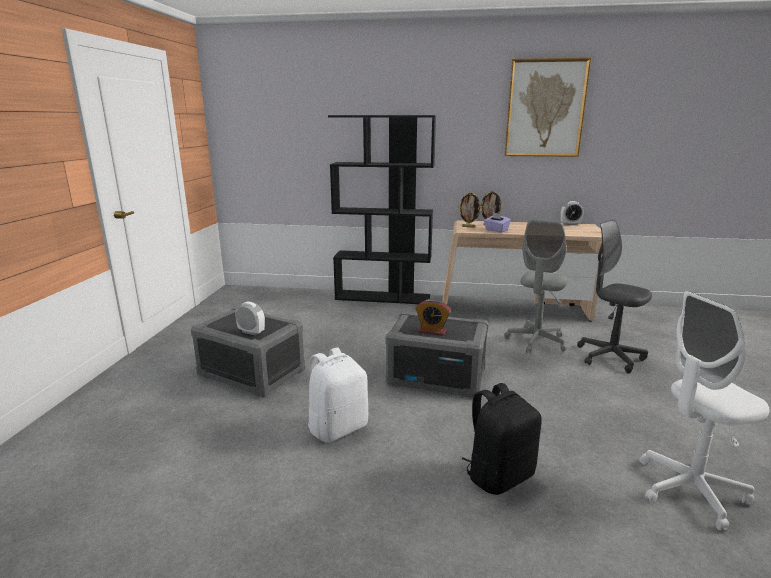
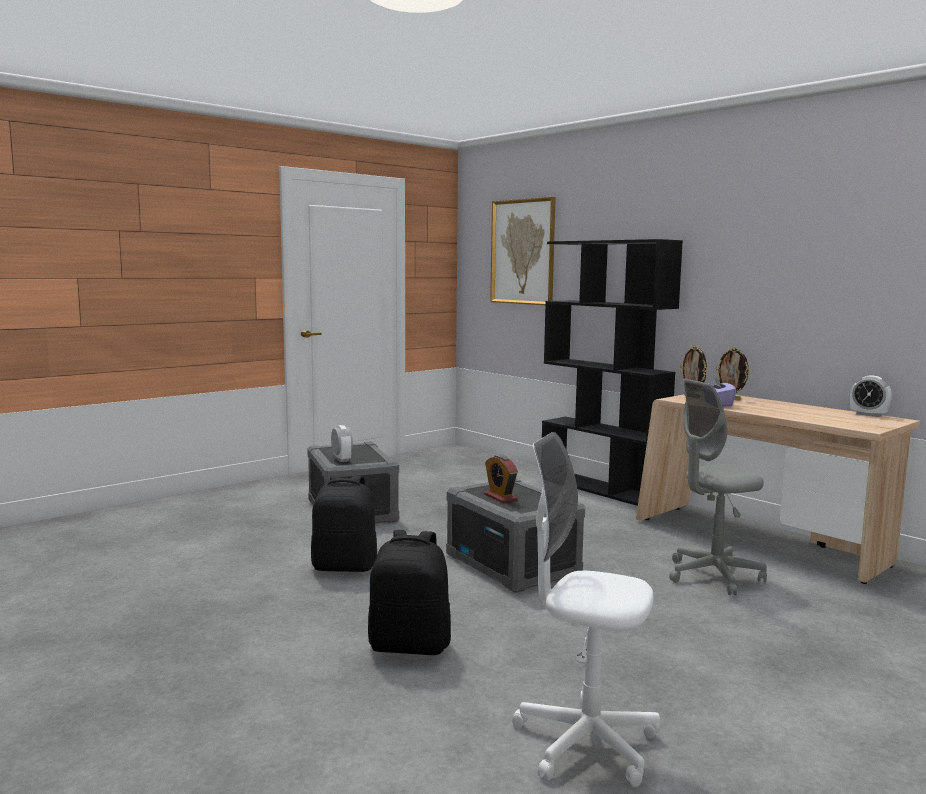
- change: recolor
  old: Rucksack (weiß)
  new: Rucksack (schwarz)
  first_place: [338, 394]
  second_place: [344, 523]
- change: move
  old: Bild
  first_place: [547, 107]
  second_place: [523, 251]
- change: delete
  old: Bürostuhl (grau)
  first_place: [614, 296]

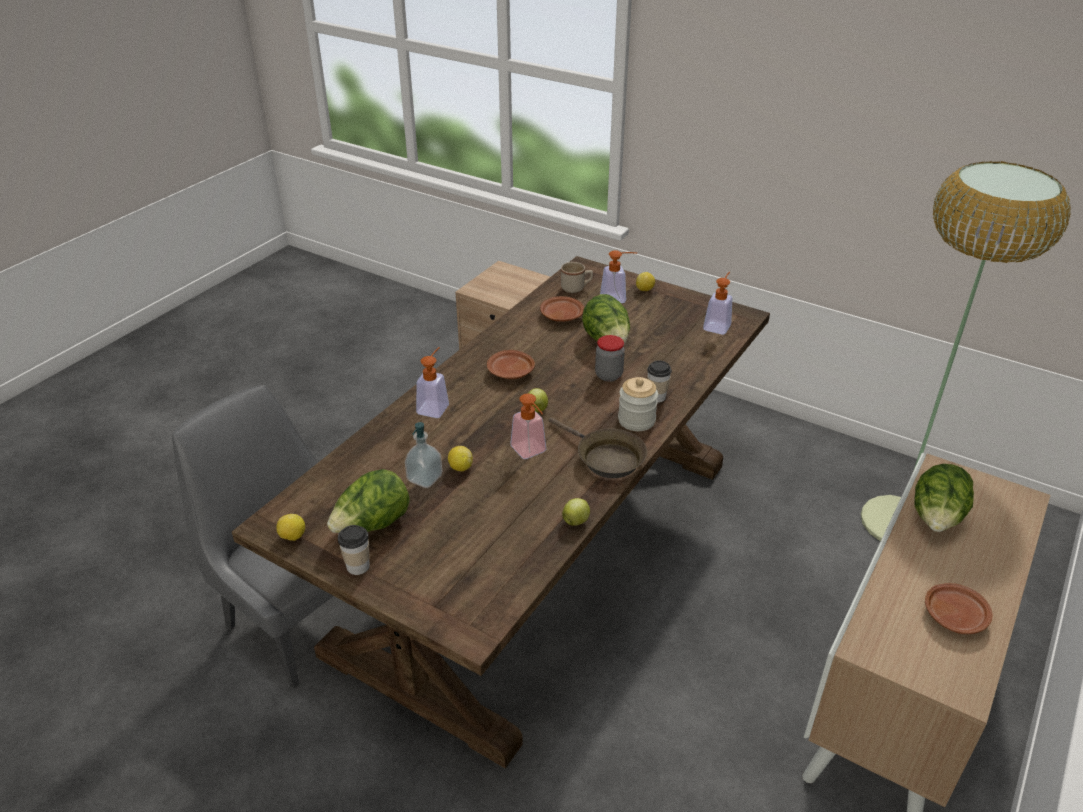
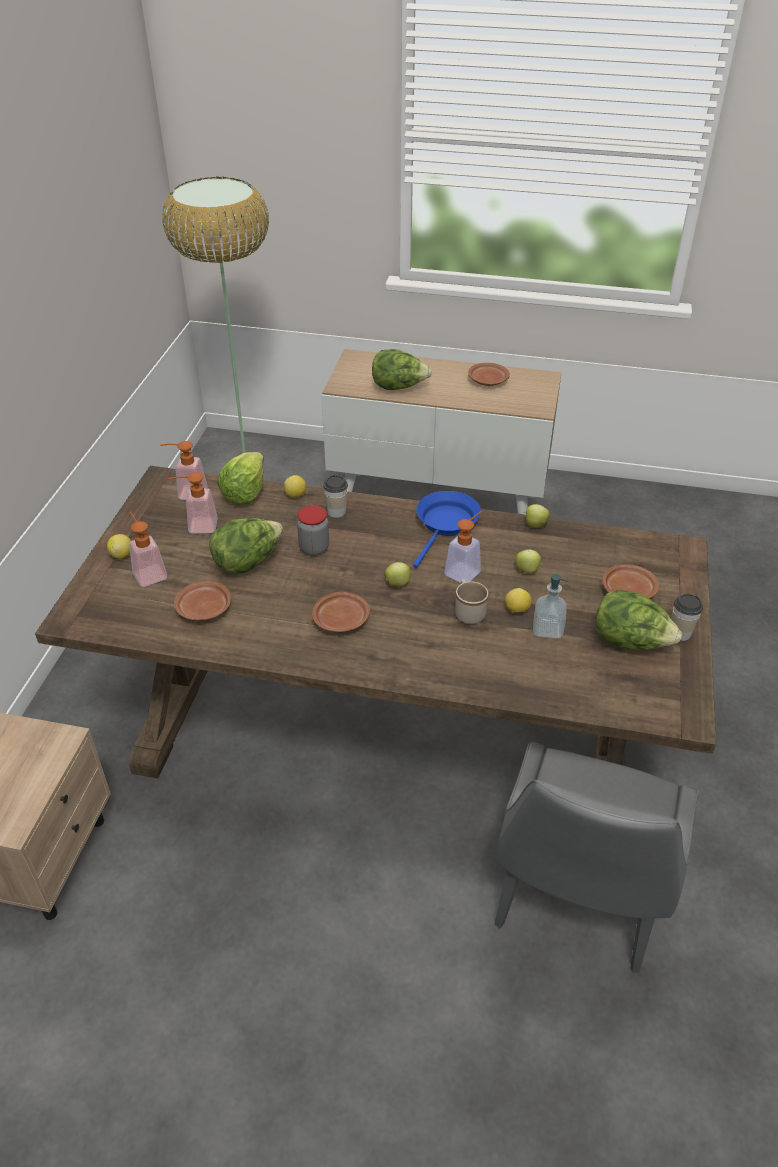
- change: move
  old: Seifenspender
  first_place: [432, 382]
  second_place: [193, 502]
- change: insert
  new: Salatkopf
  second_place: [240, 478]
- change: move
  old: Zitrone
  first_place: [290, 527]
  second_place: [295, 486]
- change: recolor
  old: Pfanne (braun)
  new: Pfanne (blau)
  first_place: [598, 448]
  second_place: [447, 529]
- change: move
  old: Henkelbecher (beige)
  first_place: [577, 277]
  second_place: [472, 601]
- change: insert
  new: Apfel
  second_place: [529, 561]
- change: insert
  new: Teller (braun)
  second_place: [630, 581]
- change: delete
  old: Vorratsglas
  first_place: [638, 404]

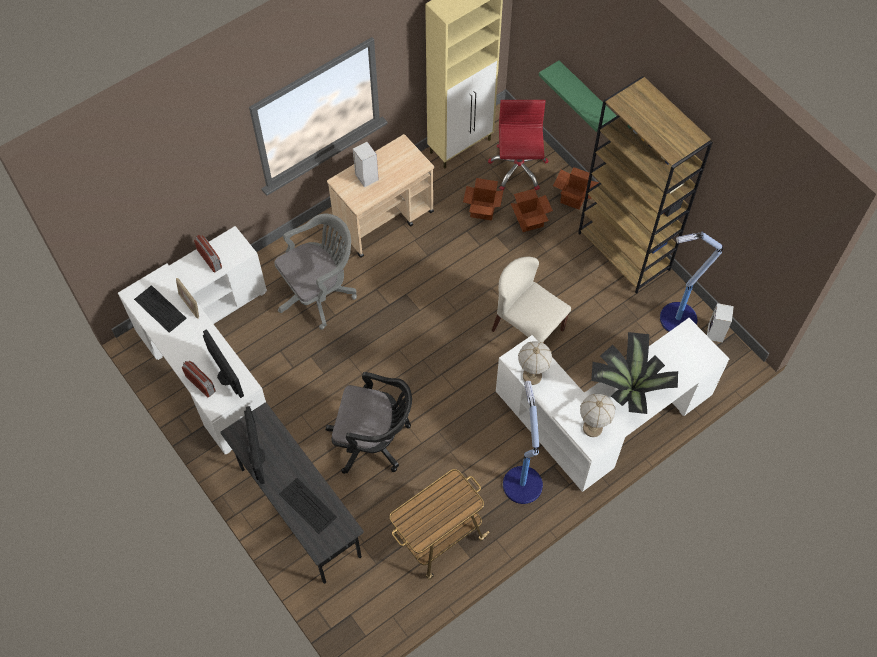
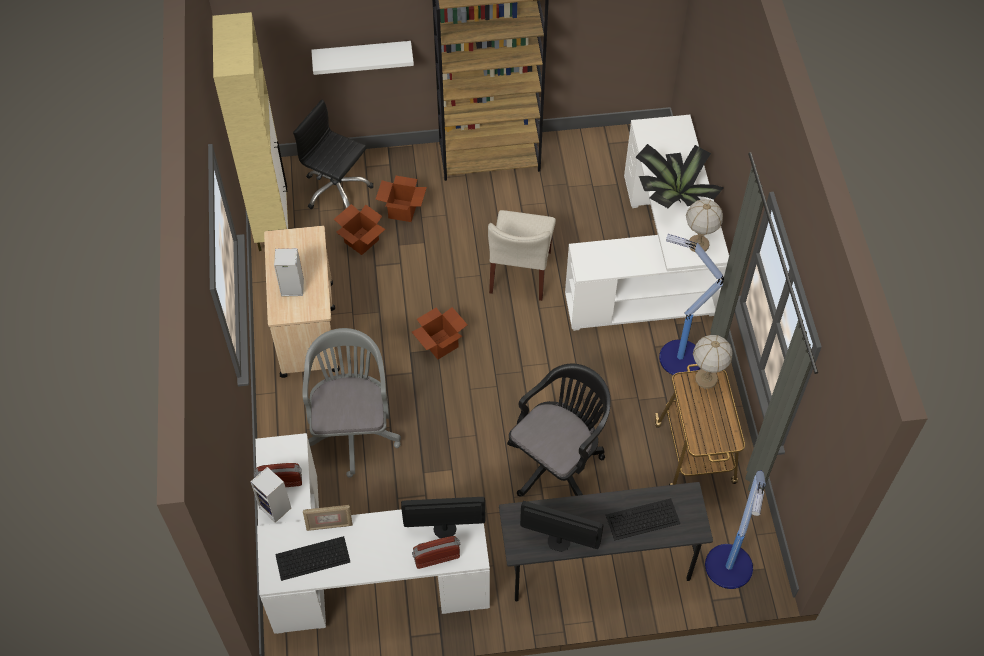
- change: move
  old: Lautsprecher
  first_place: [720, 323]
  second_place: [271, 495]
- change: recolor
  old: Bürostuhl (rot)
  new: Bürostuhl (schwarz)
  first_place: [518, 145]
  second_place: [333, 154]
- change: recolor
  old: Wandregal (grün)
  new: Wandregal (weiß)
  first_place: [578, 96]
  second_place: [362, 58]
- change: move
  old: Karton
  first_place: [576, 188]
  second_place: [439, 333]
- change: rotate
  old: Stuhl (beige)
  first_place: [531, 300]
  second_place: [522, 255]
  degrees: -60
- change: move
  old: Tischlampe
  first_place: [535, 363]
  second_place: [712, 362]
- change: move
  old: Stehlampe
  first_place: [691, 282]
  second_place: [735, 529]

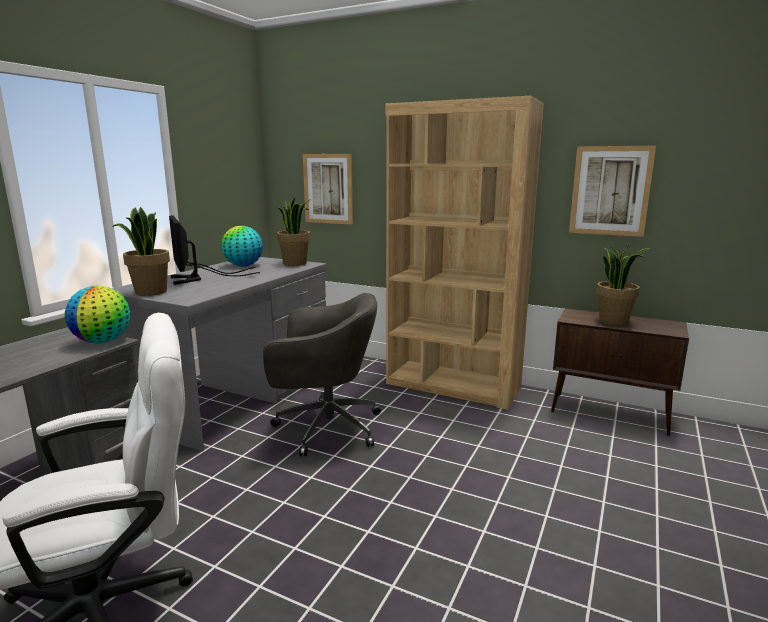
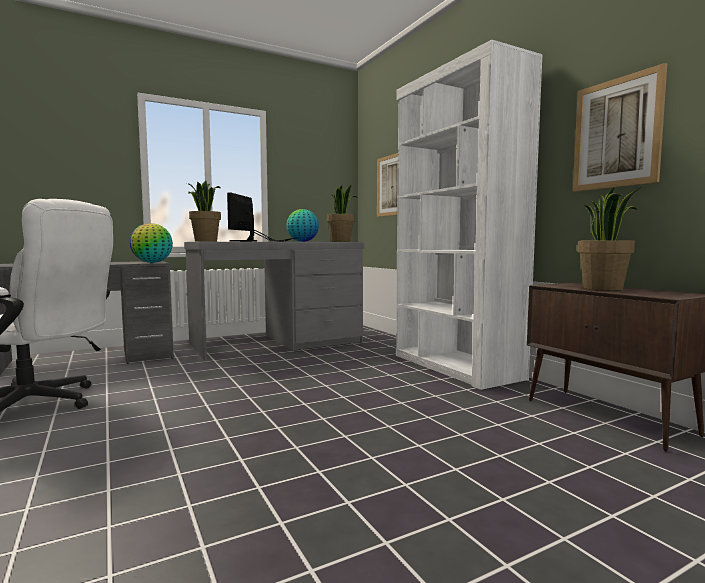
- change: recolor
  old: Bücherregal (braun)
  new: Bücherregal (weiß)
  first_place: [464, 253]
  second_place: [469, 215]
- change: delete
  old: Bürostuhl (grau)
  first_place: [322, 374]

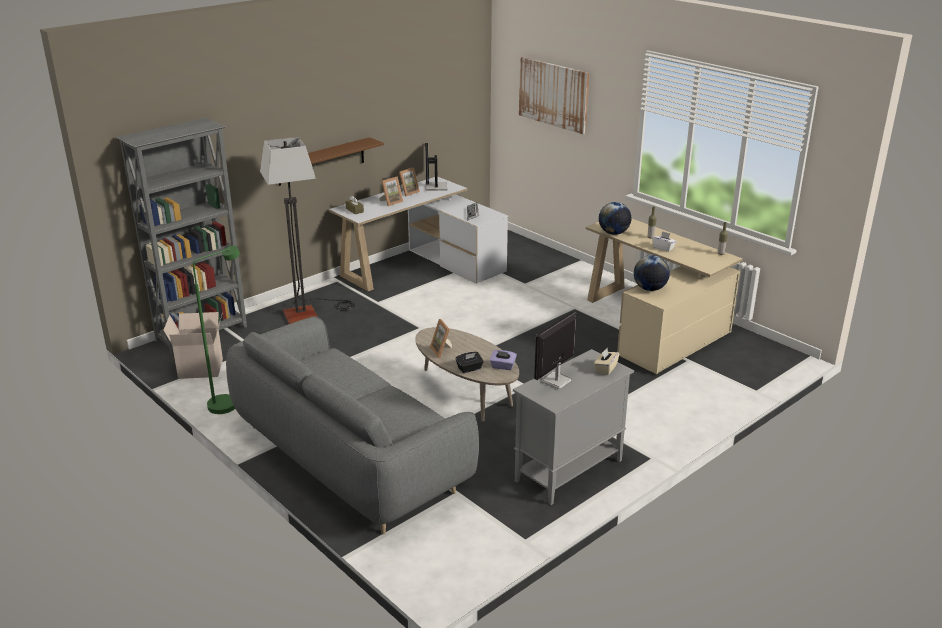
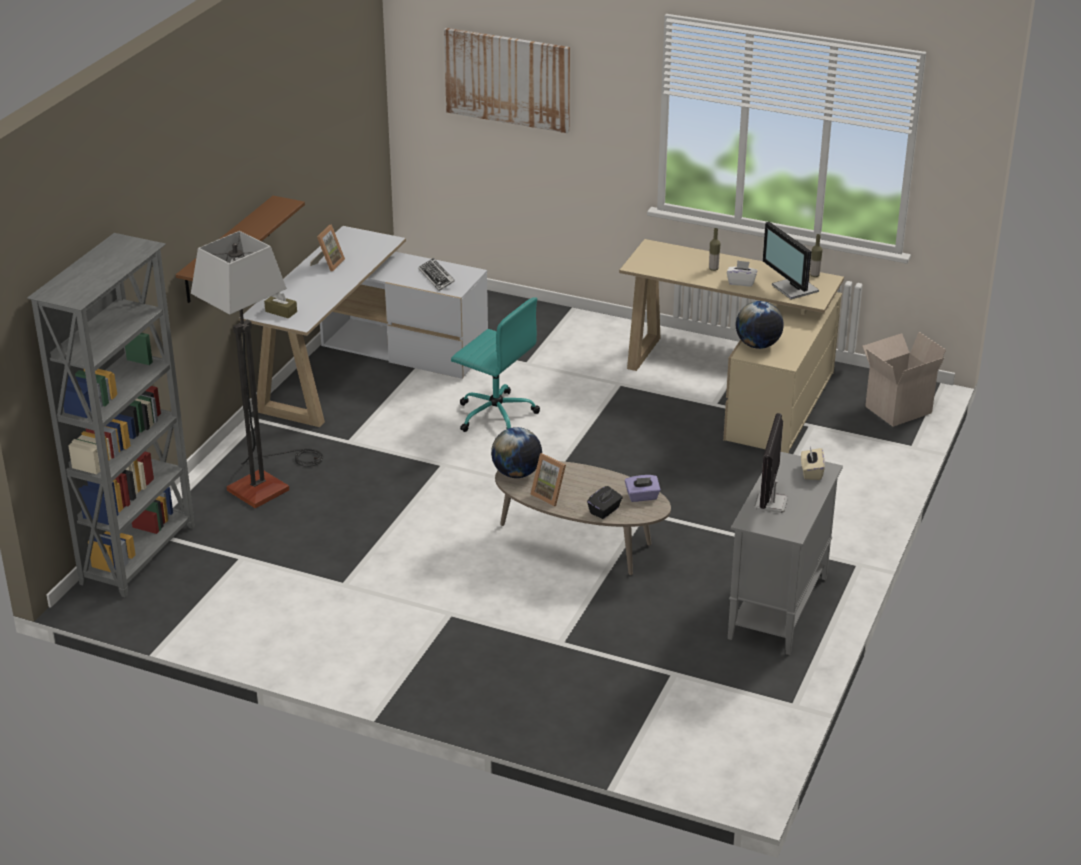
- change: insert
  new: Bürostuhl (türkis)
  second_place: [495, 364]
- change: move
  old: Globus
  first_place: [615, 218]
  second_place: [516, 452]
- change: move
  old: Monitor
  first_place: [436, 167]
  second_place: [791, 261]
- change: move
  old: Karton
  first_place: [193, 345]
  second_place: [904, 379]
- change: delete
  old: Stehlampe (grün)
  first_place: [216, 330]
- change: delete
  old: Sofa (grau)
  first_place: [352, 425]
- change: delete
  old: Bilderrahmen
  first_place: [391, 191]

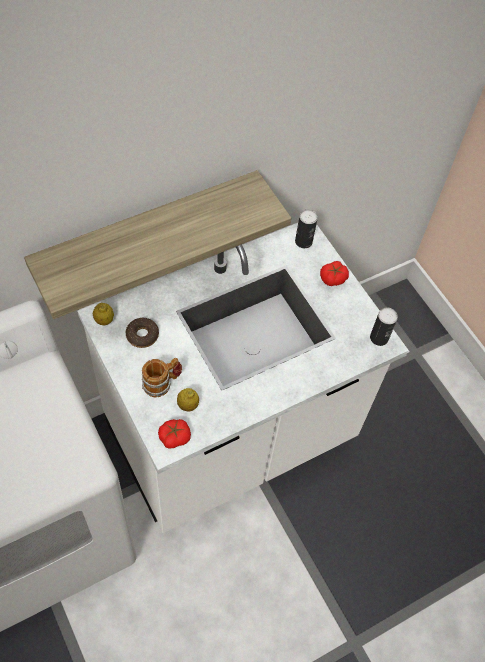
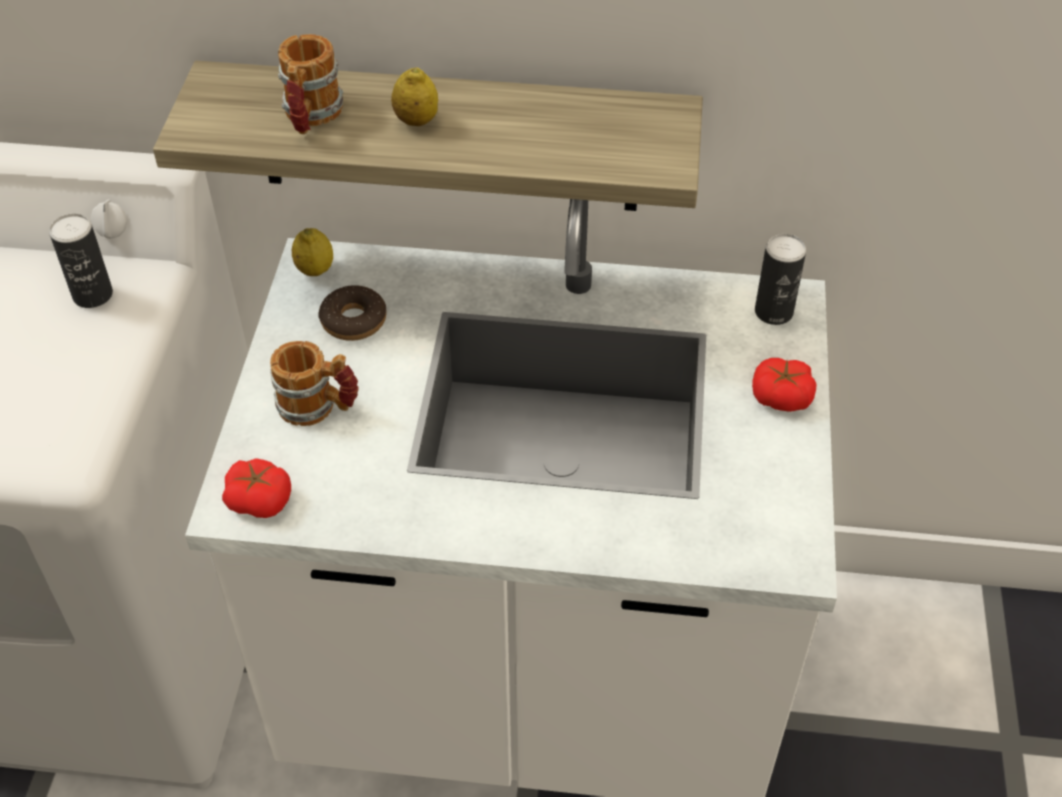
- change: move
  old: Dose
  first_place: [384, 327]
  second_place: [81, 261]
- change: insert
  new: Henkelbecher
  second_place: [310, 84]
- change: move
  old: Zitrone
  first_place: [188, 400]
  second_place: [414, 96]

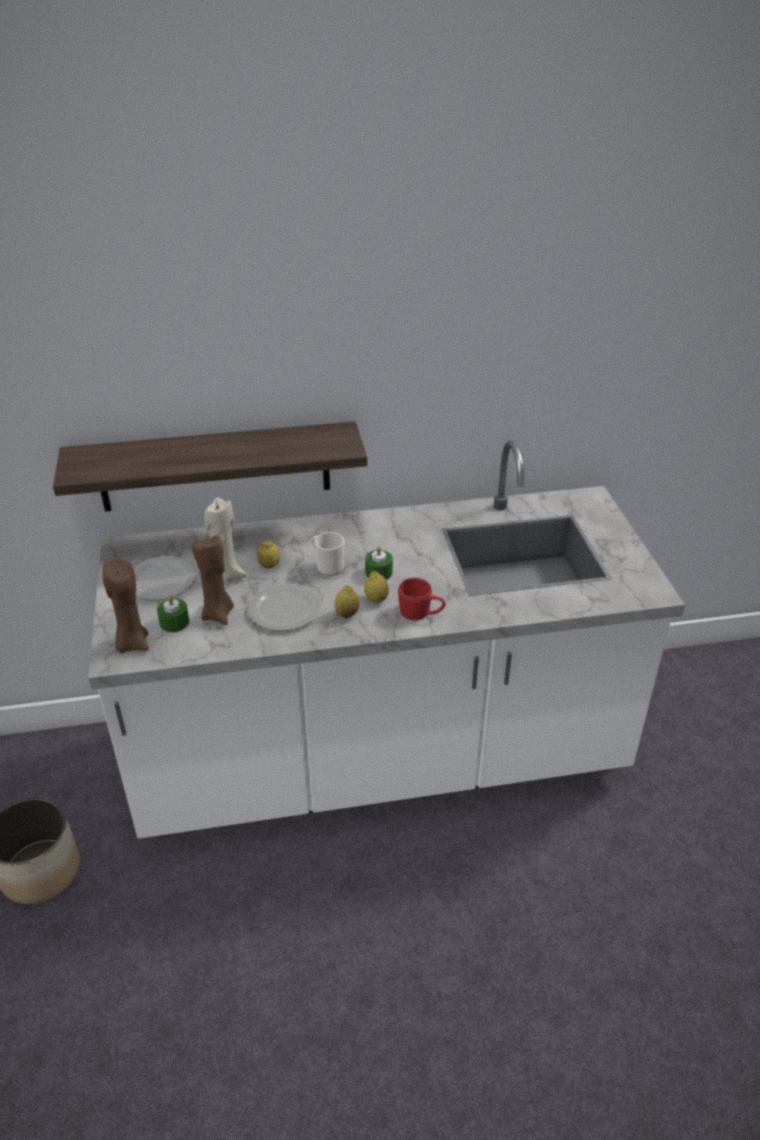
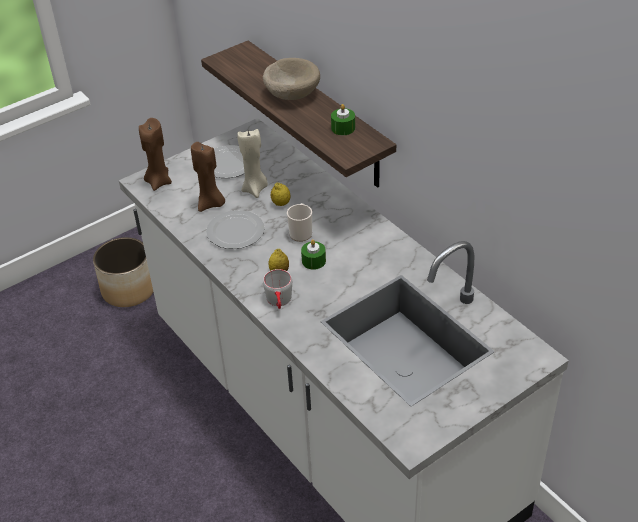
- change: insert
  new: Schüssel (beige)
  second_place: [291, 79]
- change: recolor
  old: Henkelbecher (rot)
  new: Henkelbecher (grau)
  first_place: [422, 599]
  second_place: [277, 289]
- change: move
  old: Kerze (grün)
  first_place: [173, 613]
  second_place: [343, 119]
- change: delete
  old: Zitrone
  first_place: [347, 601]

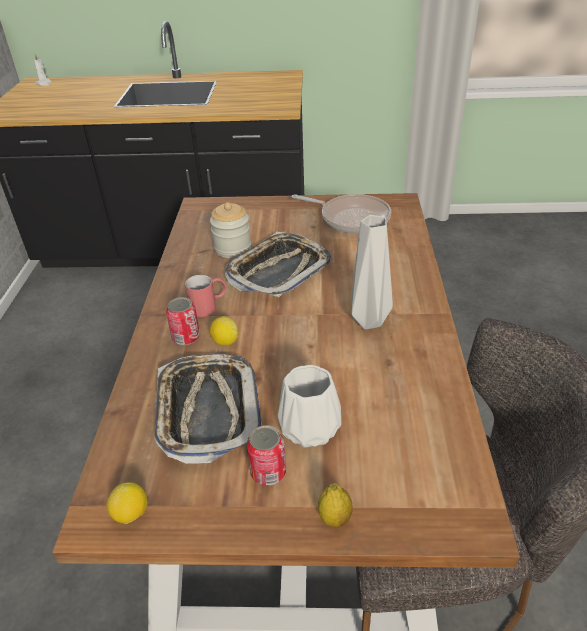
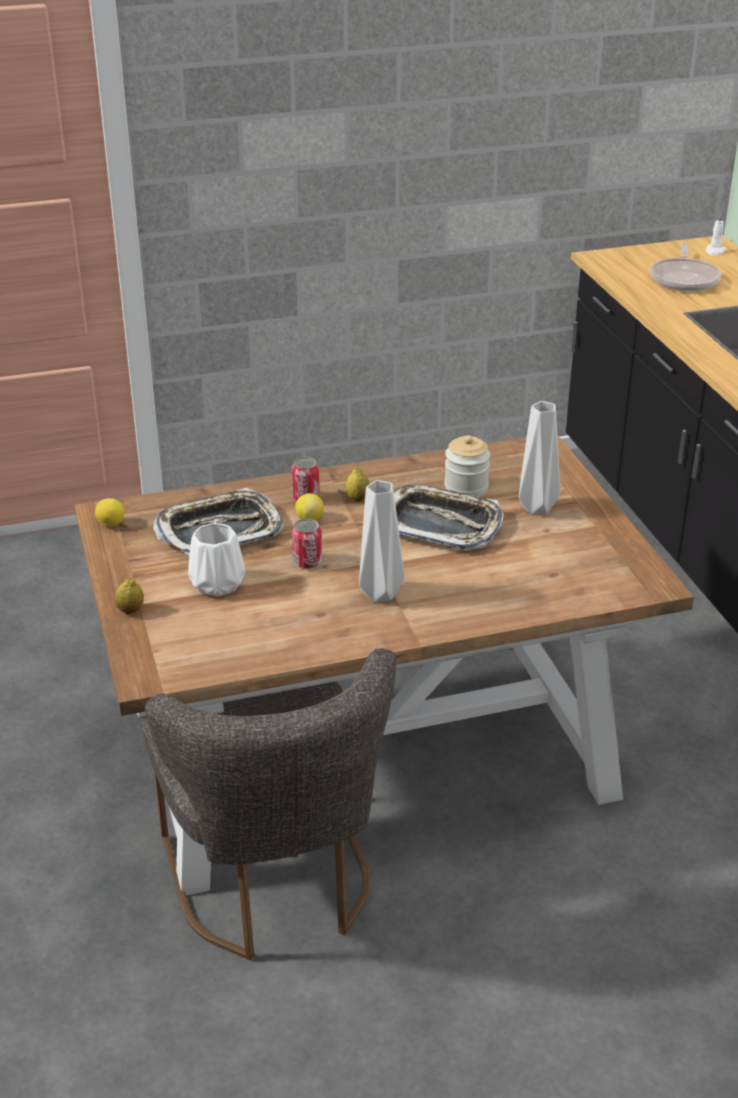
- change: move
  old: Dose
  first_place: [266, 455]
  second_place: [307, 544]
- change: replace
  old: Henkelbecher (rot)
  new: Zitrone
  first_place: [205, 296]
  second_place: [357, 485]
- change: insert
  new: Vase (grau)
  second_place: [539, 458]
- change: move
  old: Pfanne
  first_place: [341, 213]
  second_place: [685, 267]

